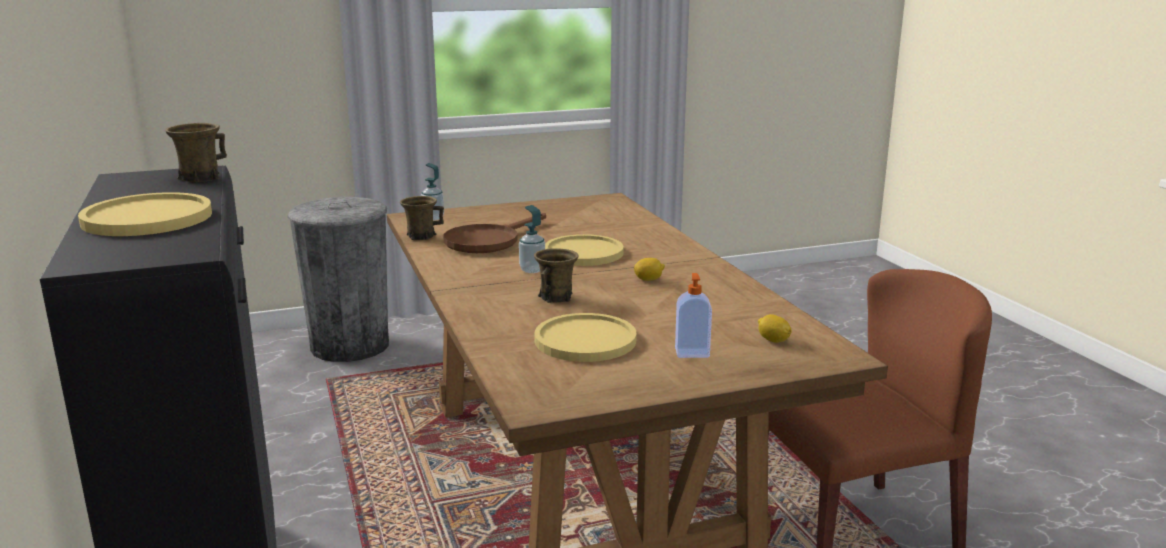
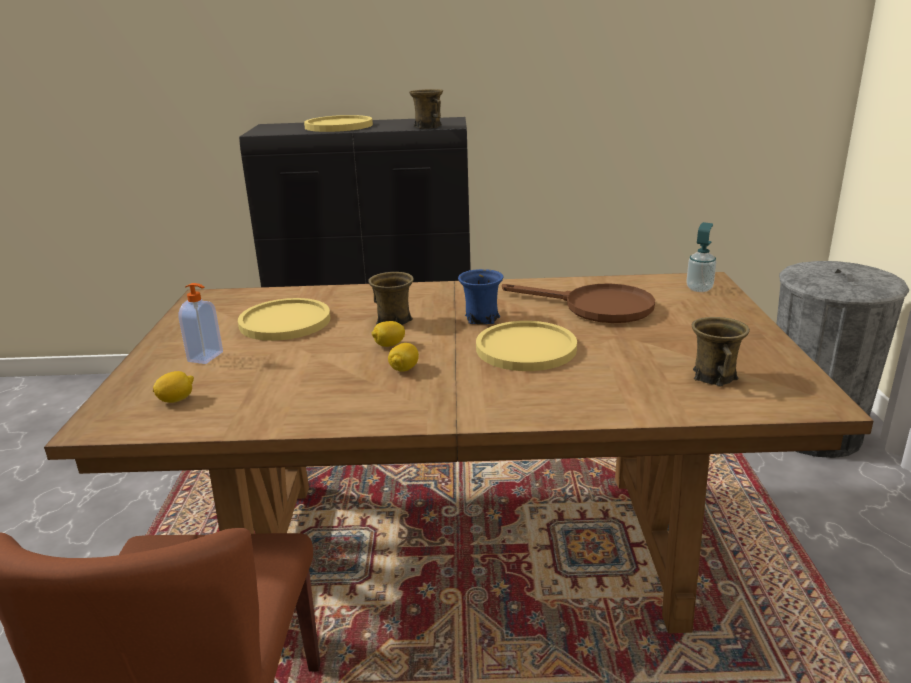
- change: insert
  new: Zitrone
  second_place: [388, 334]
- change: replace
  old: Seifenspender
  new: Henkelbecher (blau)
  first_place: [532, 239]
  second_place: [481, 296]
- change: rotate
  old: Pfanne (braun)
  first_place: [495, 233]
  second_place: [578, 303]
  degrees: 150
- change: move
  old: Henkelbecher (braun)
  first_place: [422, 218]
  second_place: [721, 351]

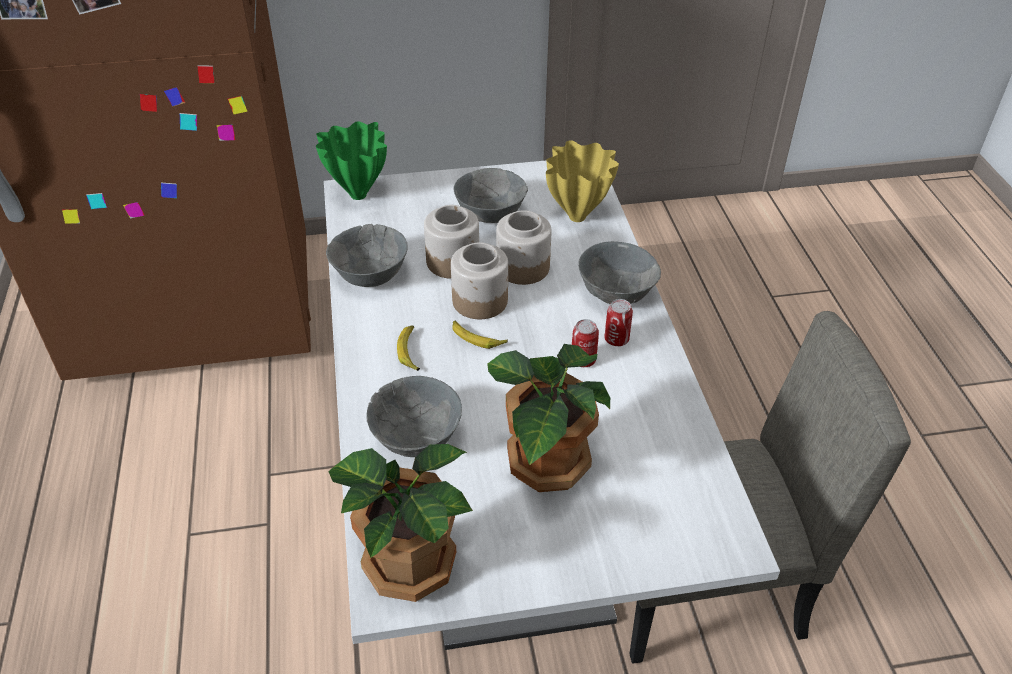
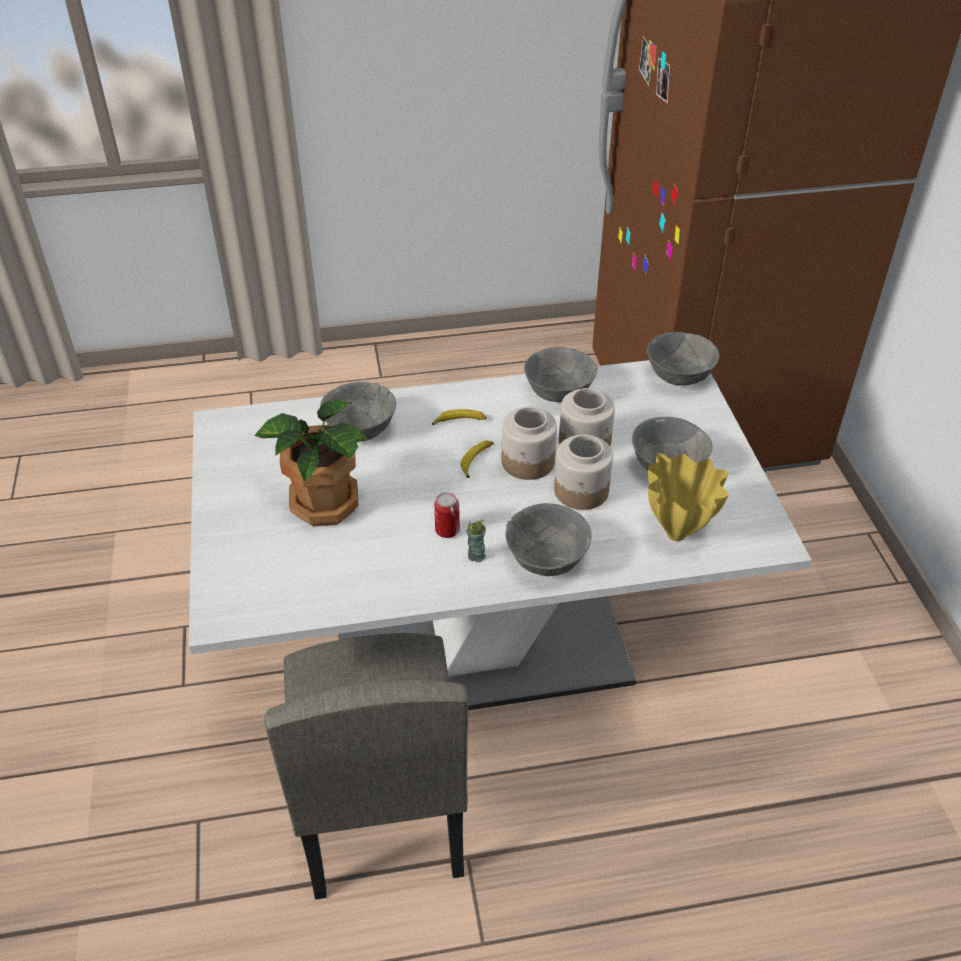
- change: replace
  old: Dose
  new: Tasse
  first_place: [618, 322]
  second_place: [476, 541]
- change: replace
  old: Vase (grün)
  new: Schüssel (grau)
  first_place: [351, 160]
  second_place: [683, 359]
- change: delete
  old: Topfpflanze
  first_place: [400, 523]

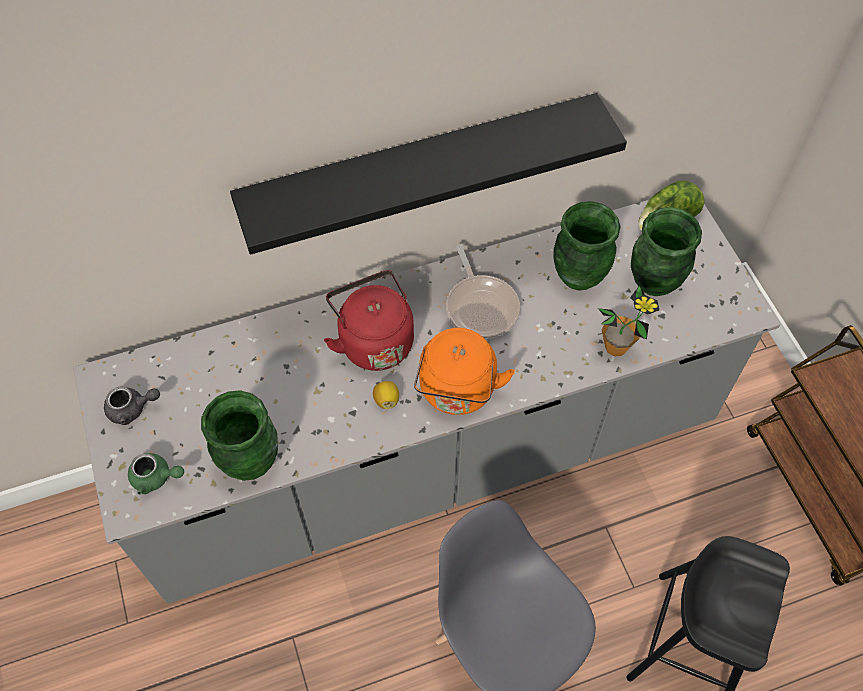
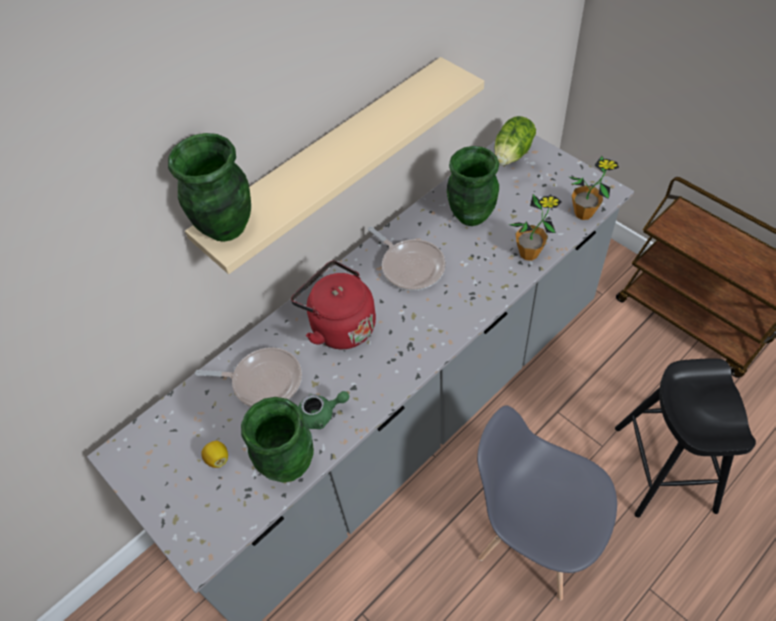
- change: move
  old: Vase (grün)
  first_place: [666, 251]
  second_place: [209, 187]
- change: recolor
  old: Wandregal (schwarz)
  new: Wandregal (beige)
  first_place: [428, 174]
  second_place: [334, 165]
- change: insert
  new: Pfanne
  second_place: [248, 377]
- change: move
  old: Zitrone
  first_place: [386, 395]
  second_place: [214, 454]
- change: move
  old: Teekanne (grün)
  first_place: [156, 474]
  second_place: [323, 410]
- change: insert
  new: Topfpflanze
  second_place: [594, 188]
- change: delete
  old: Teekanne (grau)
  first_place: [132, 406]
- change: delete
  old: Wasserkessel (orange)
  first_place: [464, 371]

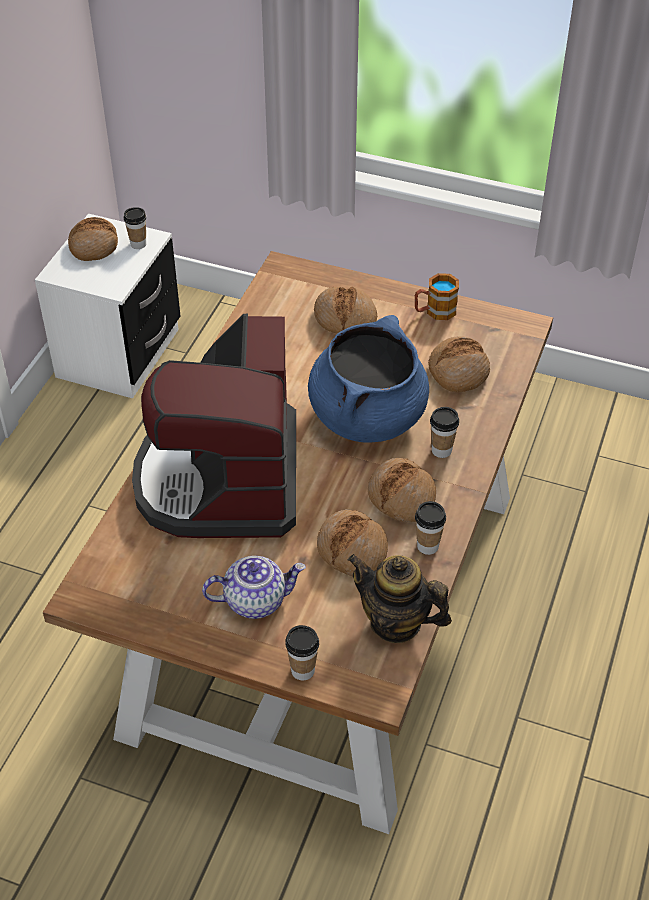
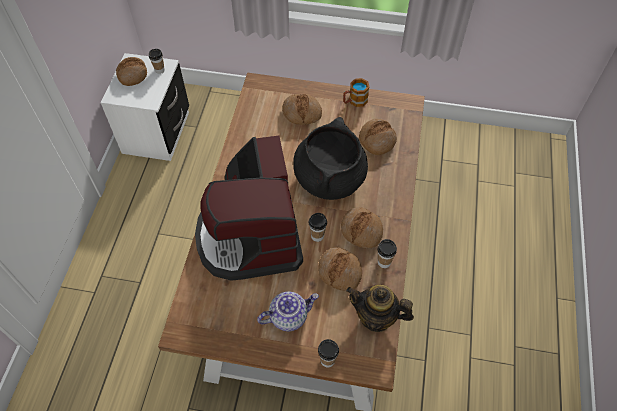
- change: recolor
  old: Kochtopf (blau)
  new: Kochtopf (schwarz)
  first_place: [368, 379]
  second_place: [330, 158]
- change: move
  old: Tasse
  first_place: [444, 432]
  second_place: [318, 227]

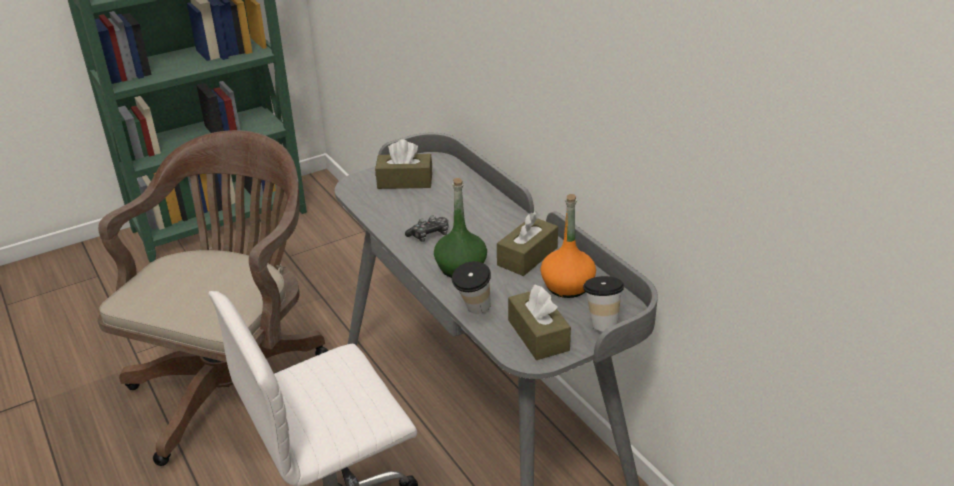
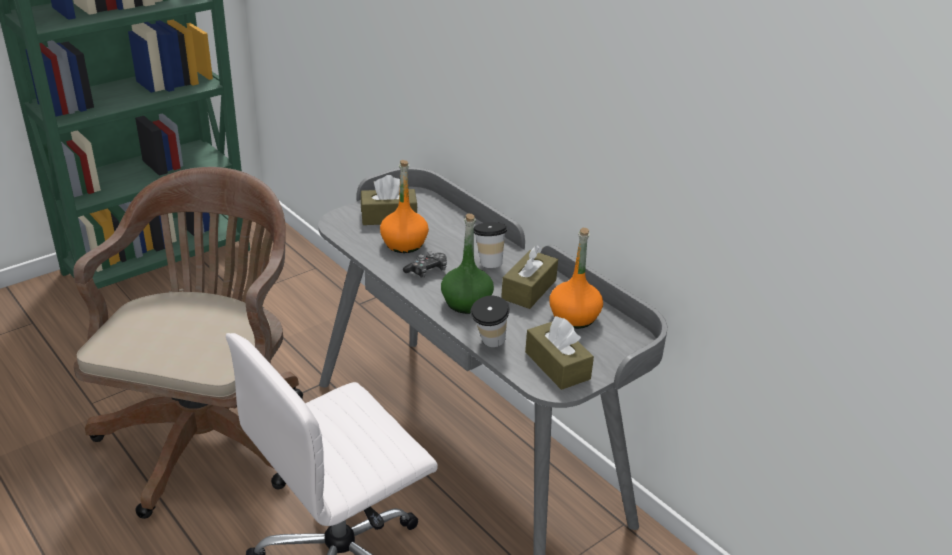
- change: insert
  new: Flasche (orange)
  second_place: [404, 206]
- change: move
  old: Tasse
  first_place: [603, 303]
  second_place: [490, 245]

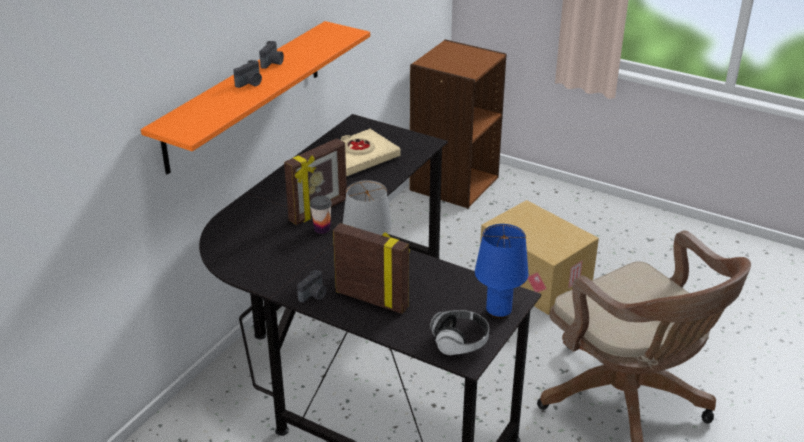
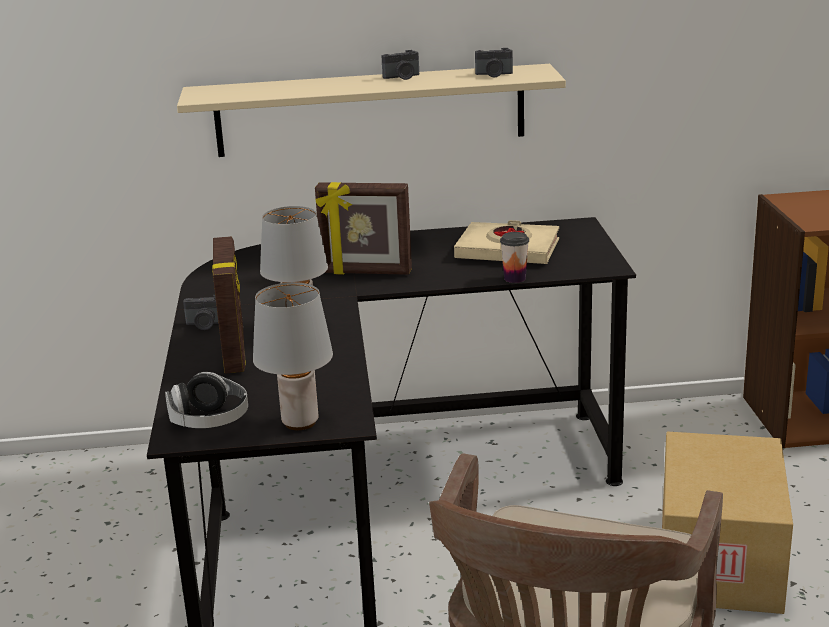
- change: recolor
  old: Wandregal (orange)
  new: Wandregal (beige)
  first_place: [255, 97]
  second_place: [371, 110]
- change: recolor
  old: Tischlampe (blau)
  new: Tischlampe (grau)
  first_place: [501, 271]
  second_place: [293, 356]
- change: move
  old: Kamera
  first_place: [247, 74]
  second_place: [494, 63]
- change: move
  old: Tasse
  first_place: [321, 215]
  second_place: [514, 257]

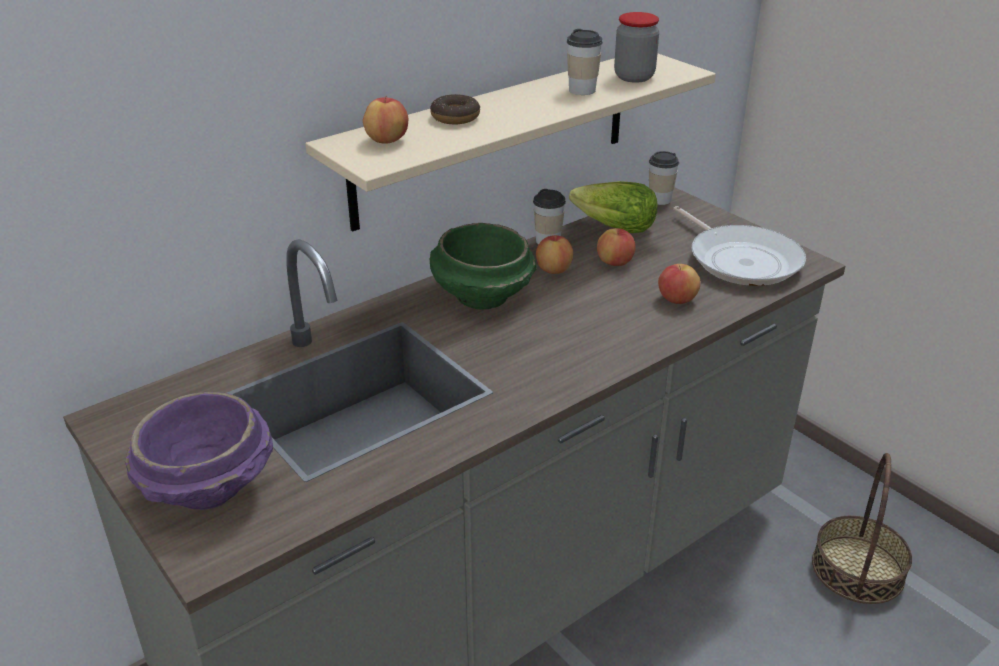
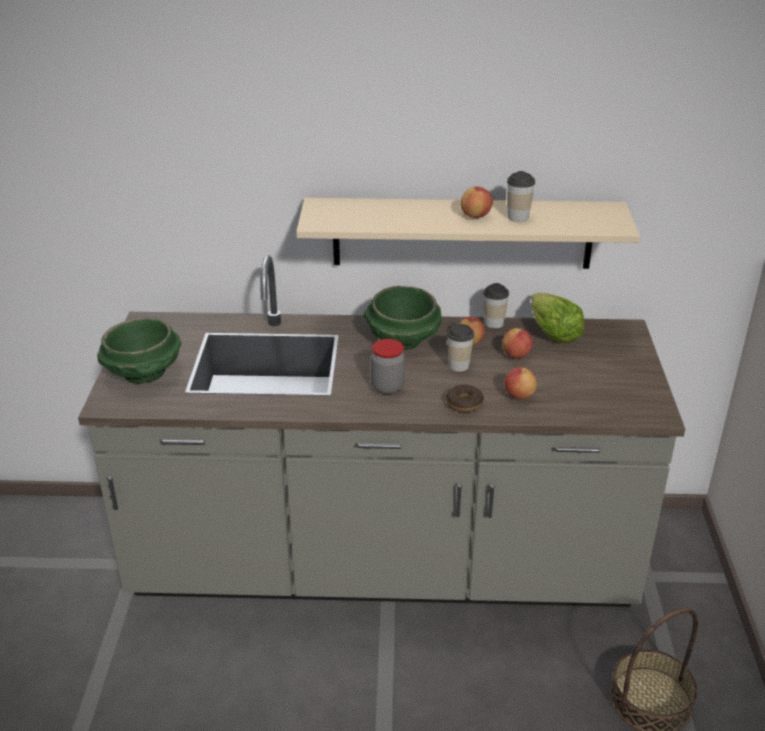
- change: recolor
  old: Schüssel (lila)
  new: Schüssel (grün)
  first_place: [199, 451]
  second_place: [139, 351]
- change: move
  old: Vorratsglas
  first_place: [636, 47]
  second_place: [388, 366]
- change: move
  old: Donut
  first_place: [455, 109]
  second_place: [465, 398]
- change: move
  old: Tasse
  first_place: [664, 178]
  second_place: [460, 348]
- change: move
  old: Apfel
  first_place: [385, 119]
  second_place: [477, 202]
- change: delete
  old: Pfanne
  first_place: [739, 246]

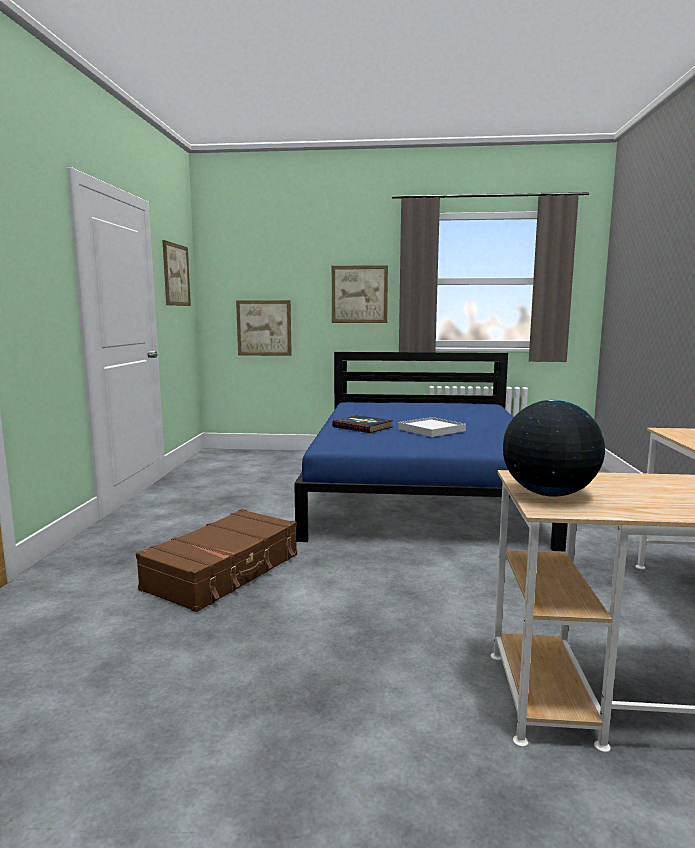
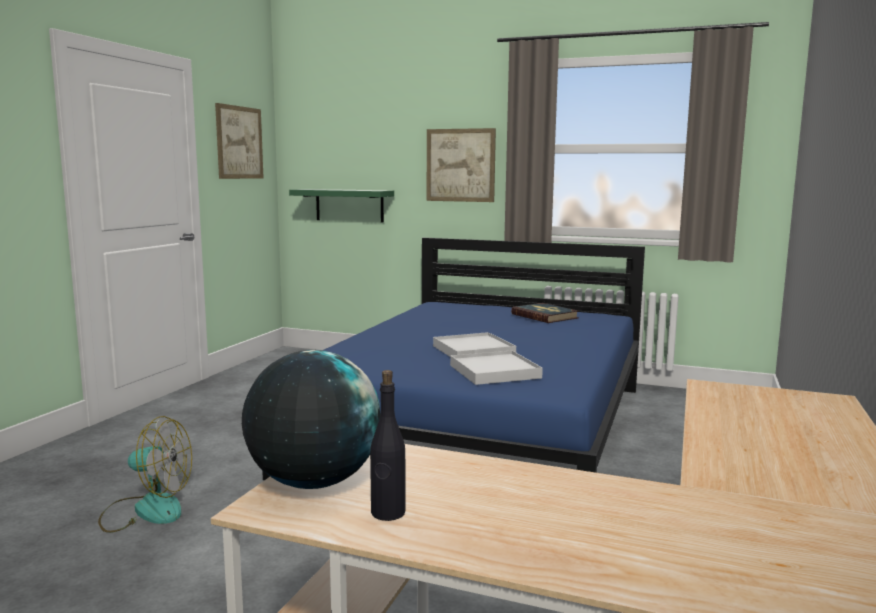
- change: replace
  old: Koffer (braun)
  new: Ventilator
  first_place: [216, 560]
  second_place: [145, 474]
- change: replace
  old: Bild
  new: Wandregal (grün)
  first_place: [264, 328]
  second_place: [341, 206]
- change: insert
  new: Flasche (schwarz)
  second_place: [387, 445]
- change: insert
  new: Tablett (weiß)
  second_place: [496, 367]
- change: move
  old: Buch
  first_place: [362, 424]
  second_place: [545, 313]

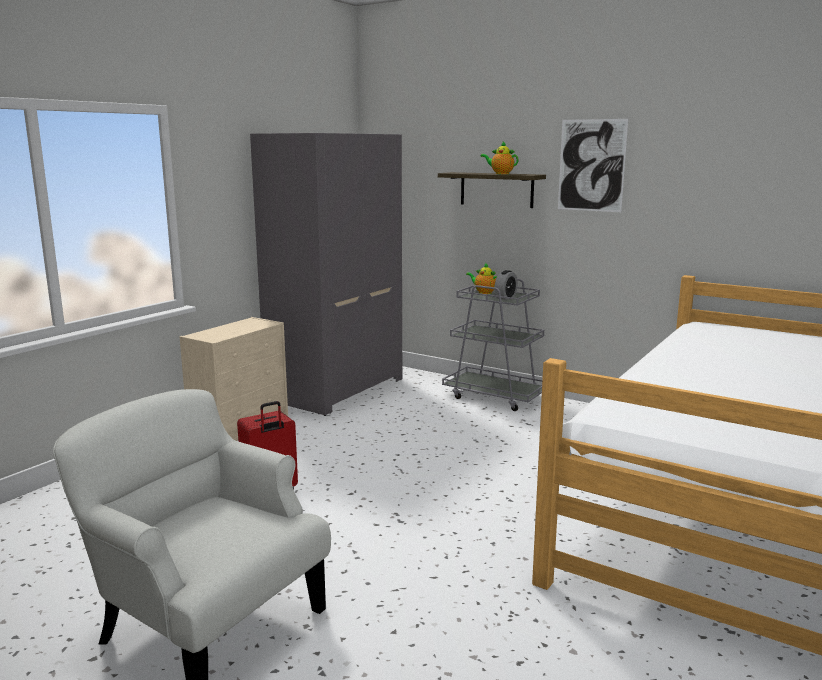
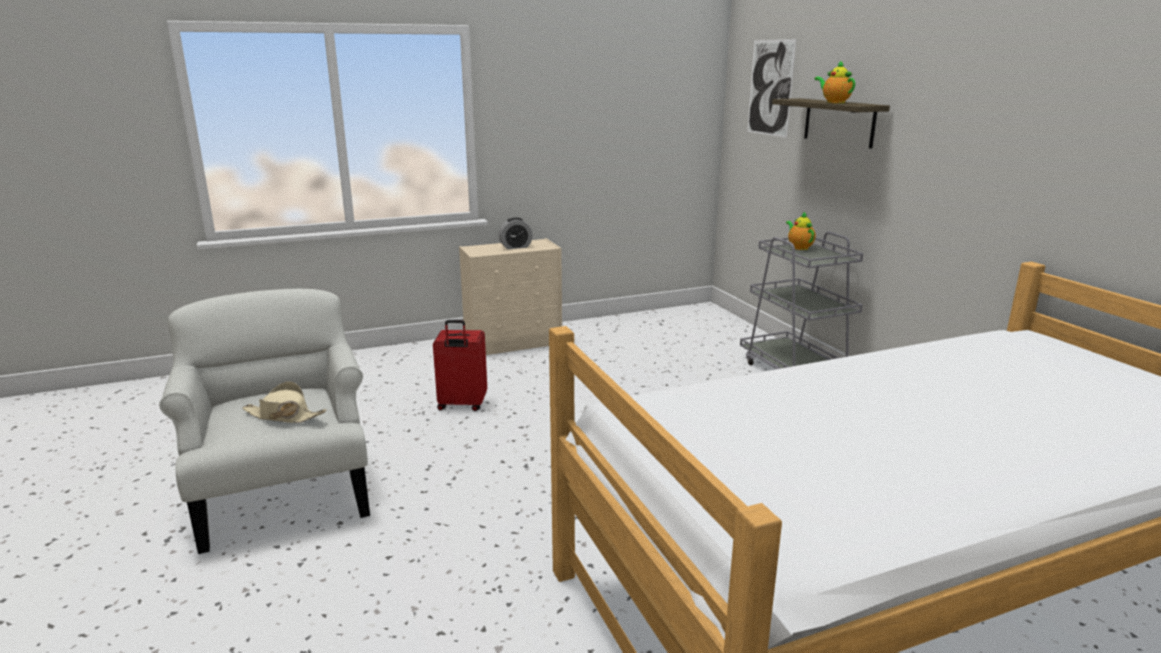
- change: insert
  new: Hut (beige)
  second_place: [284, 402]
- change: move
  old: Wecker
  first_place: [506, 285]
  second_place: [516, 233]
- change: move
  old: Bild
  first_place: [593, 165]
  second_place: [771, 88]
- change: delete
  old: Kleiderschrank (grau)
  first_place: [326, 274]

